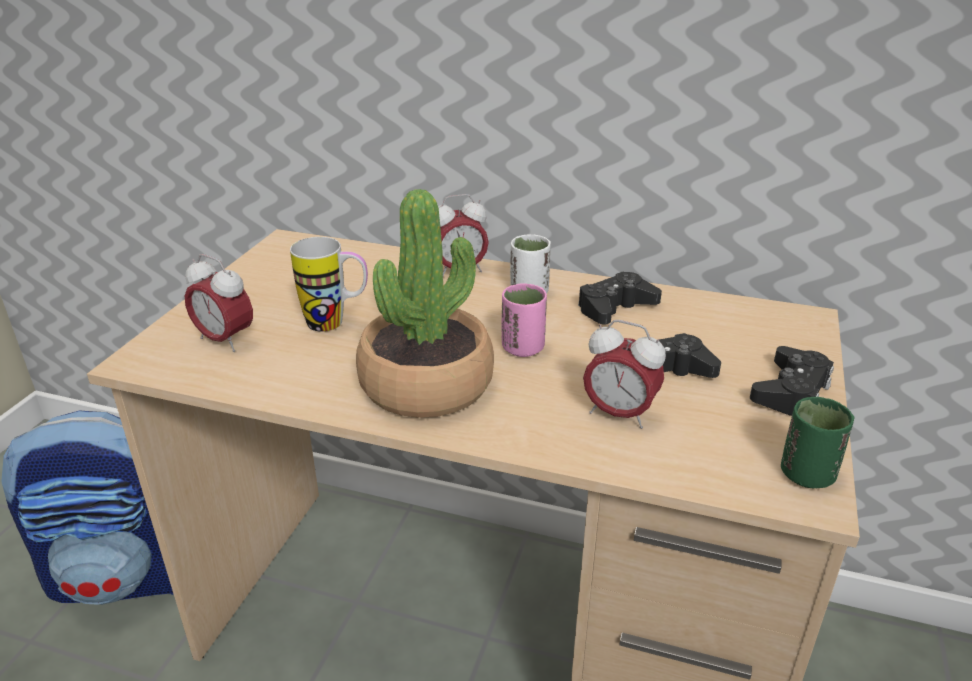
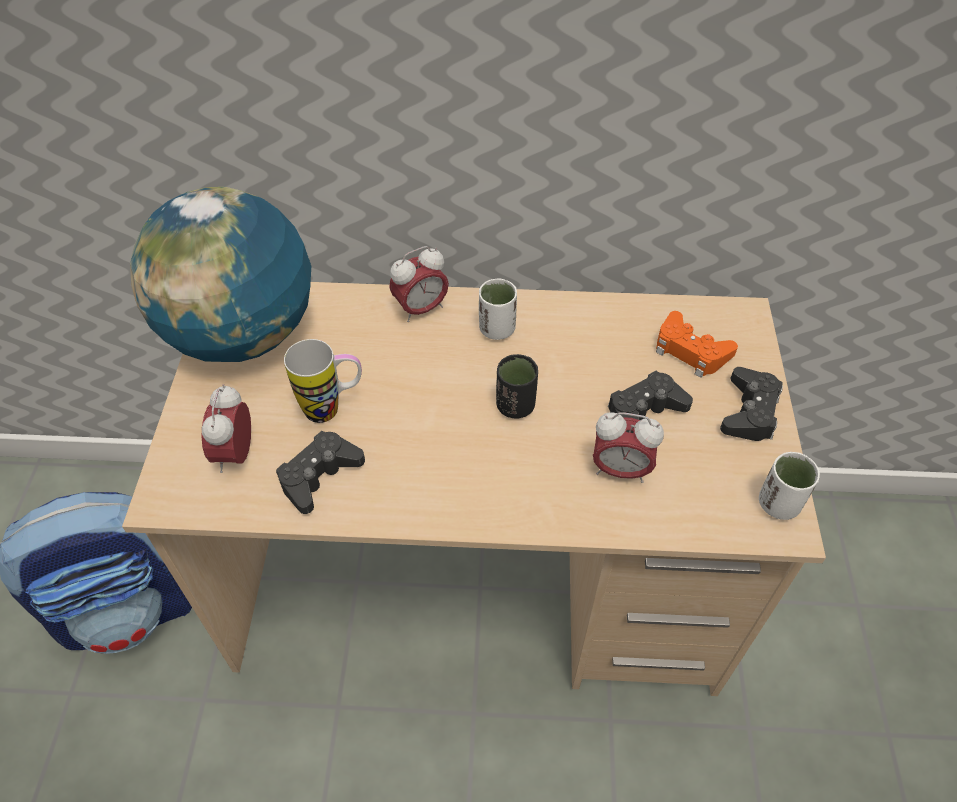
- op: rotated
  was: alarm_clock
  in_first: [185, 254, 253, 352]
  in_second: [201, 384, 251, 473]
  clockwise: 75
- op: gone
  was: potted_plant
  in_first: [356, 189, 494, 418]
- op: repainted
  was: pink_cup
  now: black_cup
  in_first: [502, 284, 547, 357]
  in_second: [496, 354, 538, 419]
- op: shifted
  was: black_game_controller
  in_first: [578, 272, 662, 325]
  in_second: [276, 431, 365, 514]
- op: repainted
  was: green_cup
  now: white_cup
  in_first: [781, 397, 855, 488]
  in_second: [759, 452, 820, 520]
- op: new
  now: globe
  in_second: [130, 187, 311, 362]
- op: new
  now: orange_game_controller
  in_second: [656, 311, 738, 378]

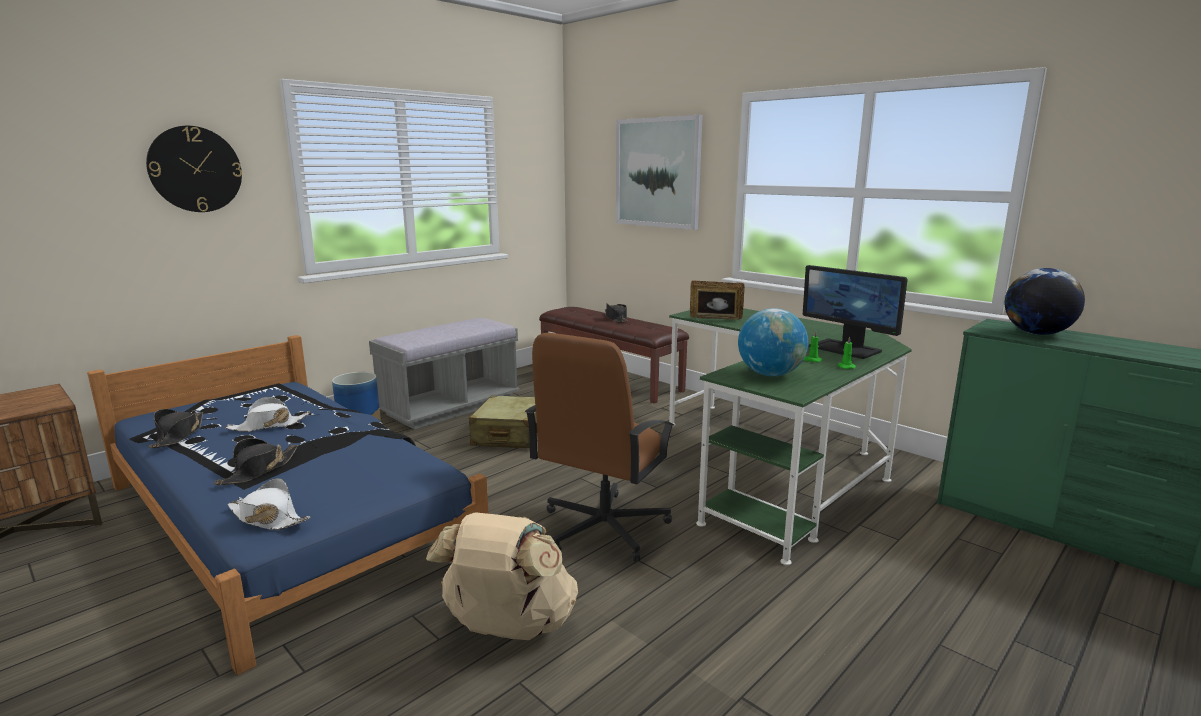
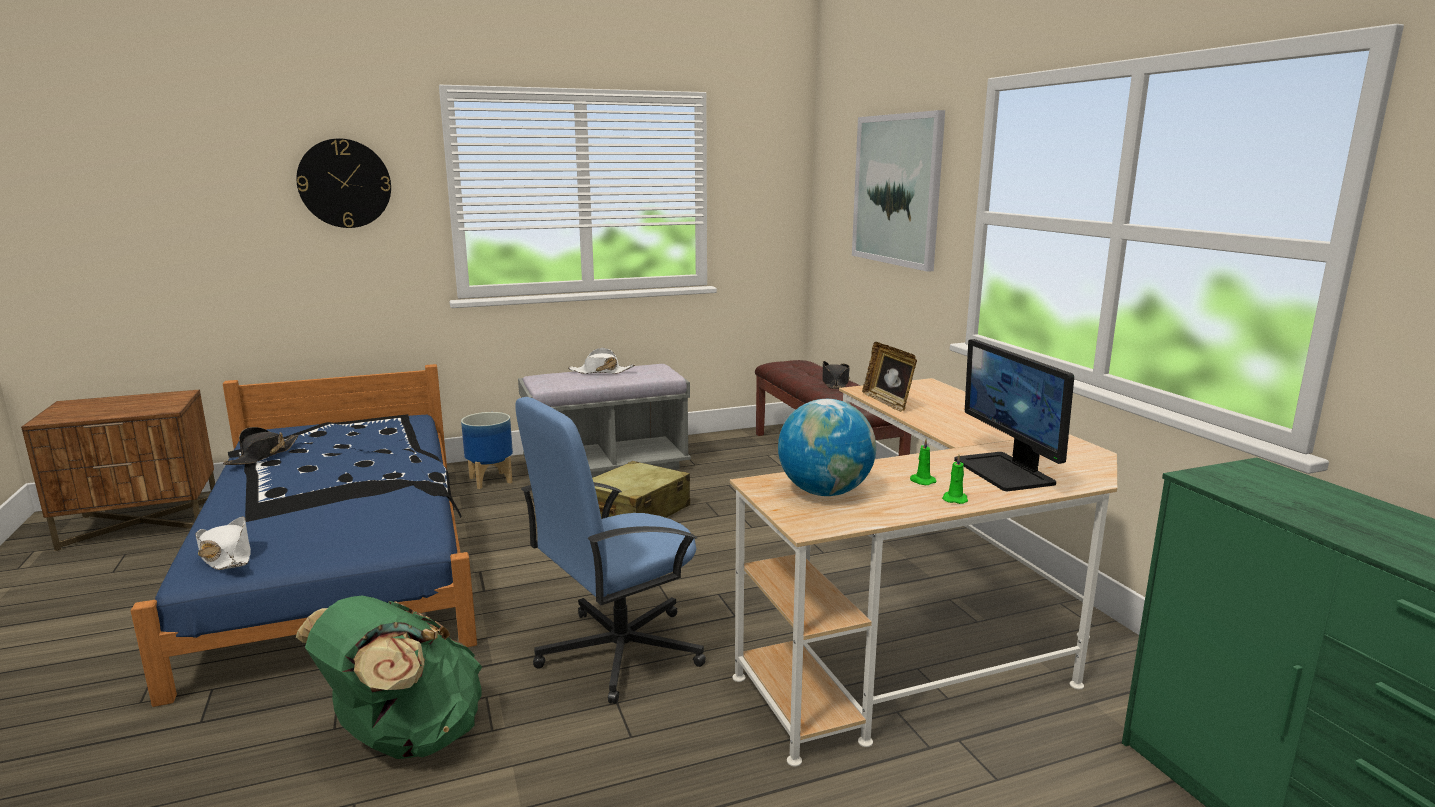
- op: gone
  was: black_hat
  in_first: [214, 438, 298, 485]
- op: shifted
  was: white_hat
  in_first: [225, 397, 310, 432]
  in_second: [568, 348, 635, 374]
- op: repainted
  was: beige_backpack
  now: green_backpack
  in_first: [426, 512, 578, 640]
  in_second: [296, 596, 482, 759]
- op: repainted
  was: brown_office_chair
  now: blue_office_chair
  in_first: [525, 333, 674, 562]
  in_second: [516, 397, 706, 704]
- op: repainted
  was: green_desk
  now: beige_desk
  in_first: [669, 308, 912, 565]
  in_second: [730, 378, 1117, 767]
- op: rotated
  was: picture_frame
  in_first: [690, 280, 745, 320]
  in_second: [862, 342, 917, 412]
  clockwise: -150
- op: gone
  was: globe
  in_first: [1005, 268, 1085, 335]

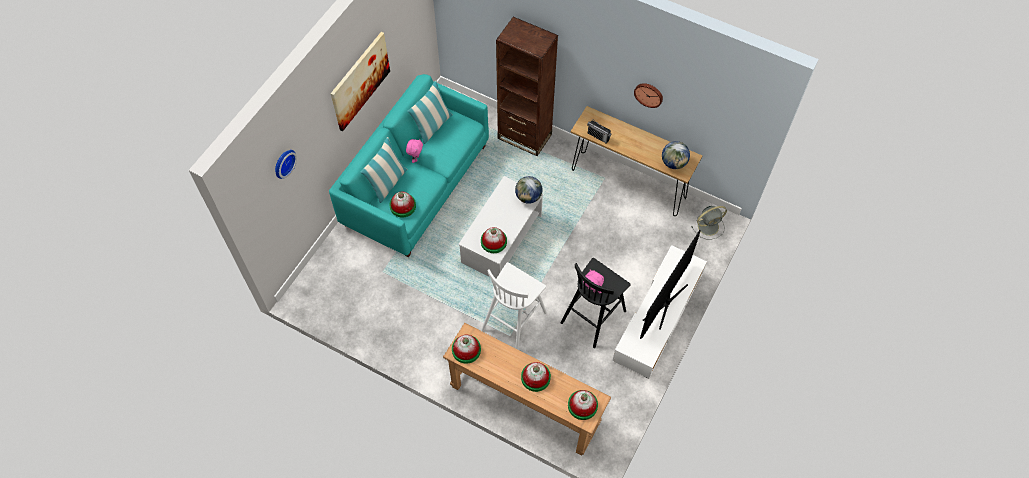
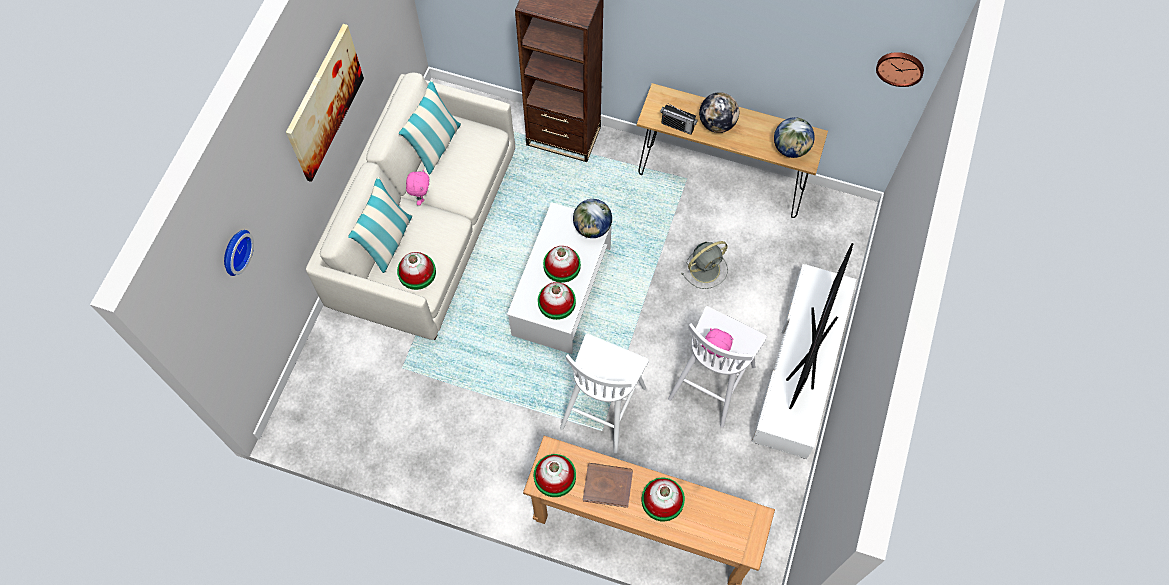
- op: repainted
  was: turquoise_sofa
  now: white_sofa
  in_first: [329, 74, 489, 257]
  in_second: [306, 73, 515, 340]
- op: repainted
  was: black_stool
  now: white_stool
  in_first: [560, 258, 631, 348]
  in_second: [668, 306, 767, 428]
- op: shifted
  was: hat
  in_first: [568, 390, 598, 420]
  in_second: [543, 246, 581, 283]
- op: shifted
  was: wall_clock
  in_first: [634, 83, 663, 108]
  in_second: [876, 52, 924, 87]
- op: shifted
  was: grey_fan
  in_first: [691, 206, 727, 239]
  in_second: [681, 241, 728, 289]
- op: new
  now: brown_book
  in_second: [583, 463, 633, 508]
- op: new
  now: globe
  in_second: [699, 92, 739, 133]

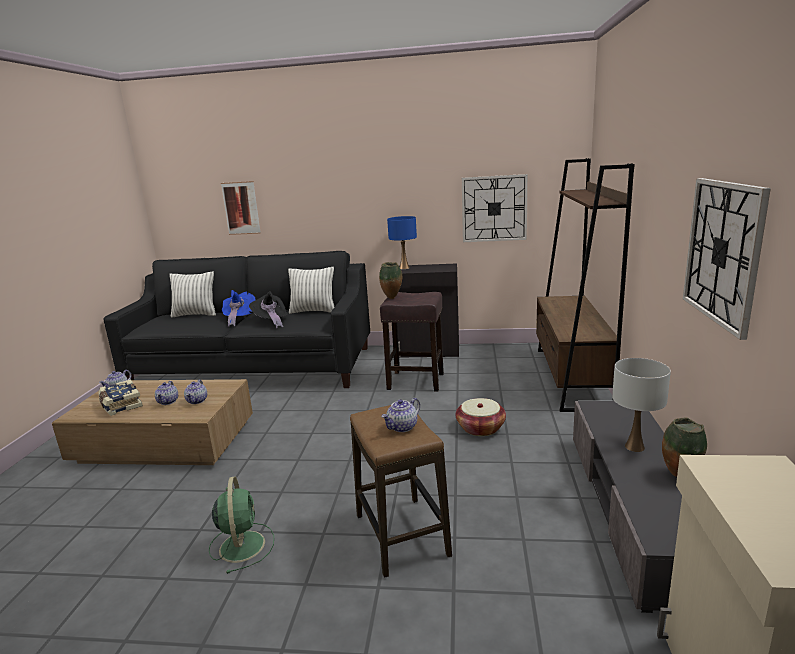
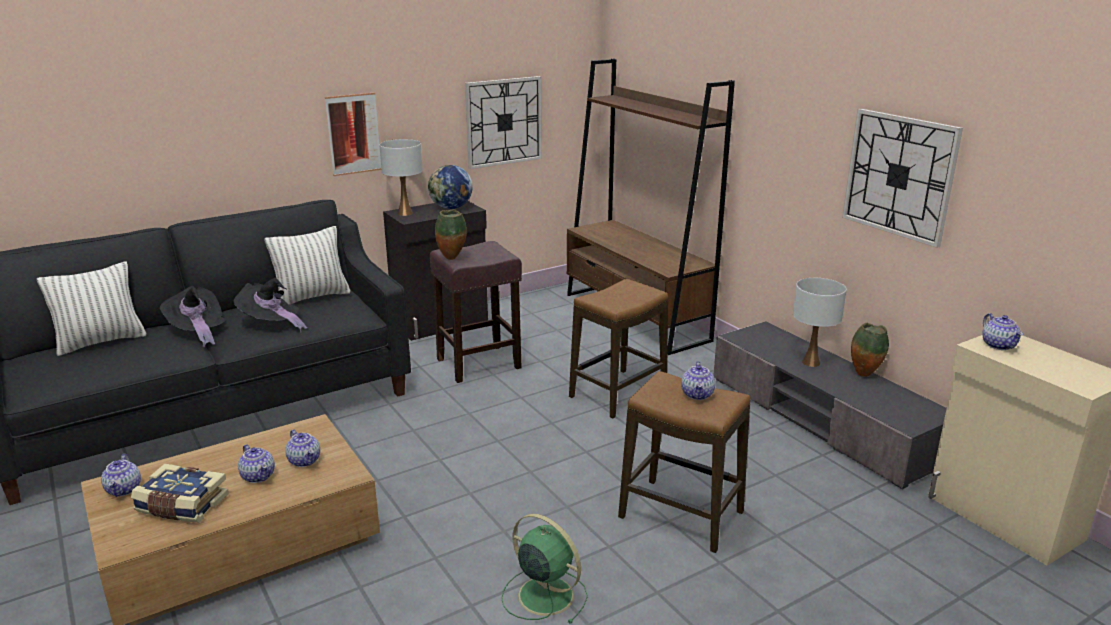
- op: shifted
  was: picture
  in_first: [221, 181, 261, 235]
  in_second: [325, 93, 382, 176]
- op: repainted
  was: blue_hat
  now: black_hat
  in_first: [222, 290, 256, 327]
  in_second: [160, 286, 226, 347]
- op: repainted
  was: blue_table_lamp
  now: white_table_lamp
  in_first: [387, 216, 417, 269]
  in_second: [379, 139, 423, 216]
- op: swapped
  was: basket
  now: stool
  in_first: [456, 398, 506, 436]
  in_second: [569, 279, 668, 419]
- op: new
  now: globe
  in_second: [428, 165, 472, 209]
- op: new
  now: teapot
  in_second: [982, 313, 1023, 350]

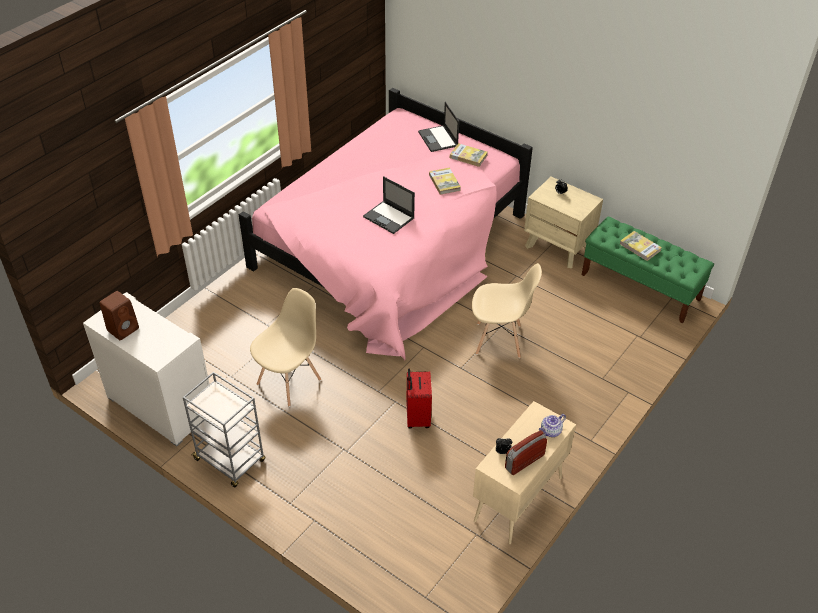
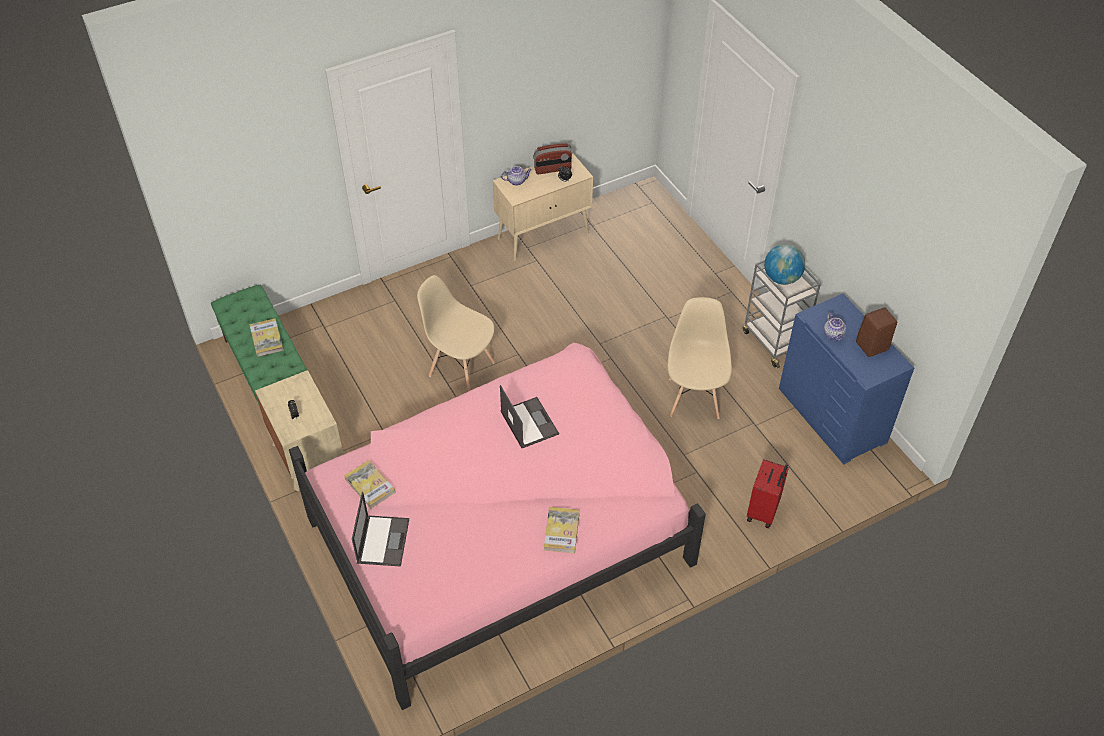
- op: repainted
  was: white_dresser
  now: blue_dresser
  in_first: [83, 292, 210, 447]
  in_second: [779, 294, 914, 464]
- op: rotated
  was: beige_chair
  in_first: [250, 288, 321, 407]
  in_second: [668, 297, 732, 419]
  clockwise: 120
- op: shifted
  was: red_suitcase
  in_first: [406, 369, 432, 429]
  in_second: [747, 459, 789, 528]
- op: shifted
  was: book
  in_first: [429, 167, 461, 195]
  in_second: [544, 507, 580, 553]
- op: new
  now: globe
  in_second: [764, 244, 805, 285]
- op: new
  now: teapot
  in_second: [824, 313, 846, 341]

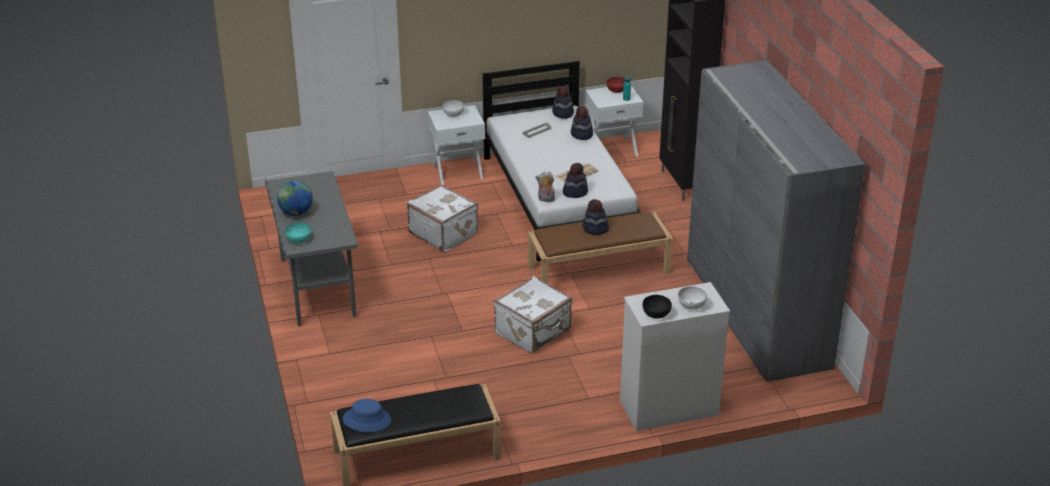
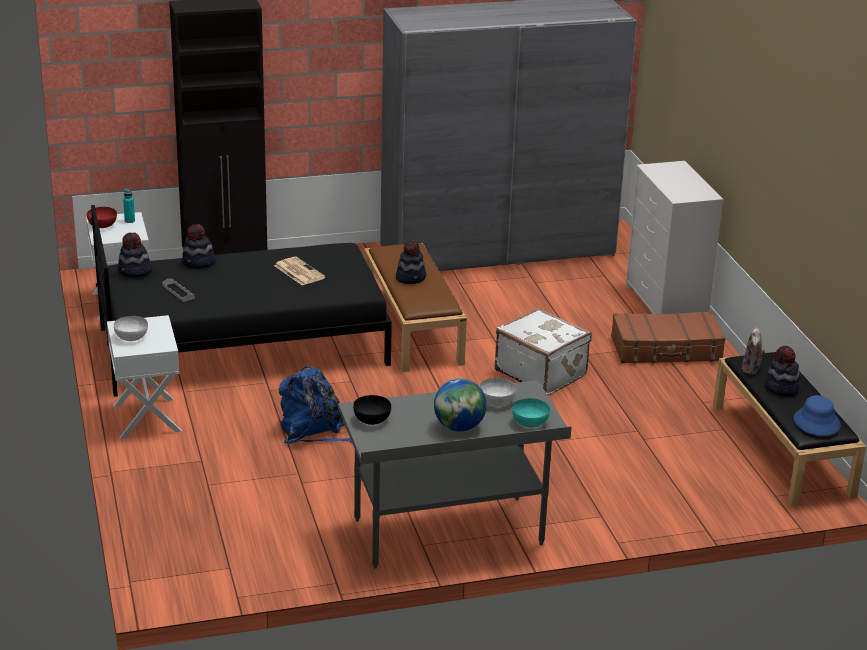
- op: swapped
  was: white_suitcase
  now: blue_backpack
  in_first: [407, 185, 478, 252]
  in_second: [279, 366, 352, 444]
- op: repainted
  was: white_bed
  now: black_bed
  in_first: [482, 61, 641, 262]
  in_second: [91, 205, 392, 397]
- op: shifted
  was: plush_toy
  in_first: [535, 171, 555, 202]
  in_second: [742, 327, 765, 375]
- op: shifted
  was: hat
  in_first: [563, 163, 588, 198]
  in_second: [765, 346, 800, 396]
- op: shifted
  was: black_bowl
  in_first: [643, 295, 672, 319]
  in_second: [353, 395, 391, 425]
- op: shifted
  was: white_bowl
  in_first: [678, 287, 707, 310]
  in_second: [480, 377, 516, 406]
- op: new
  now: brown_suitcase
  in_second: [611, 311, 726, 363]

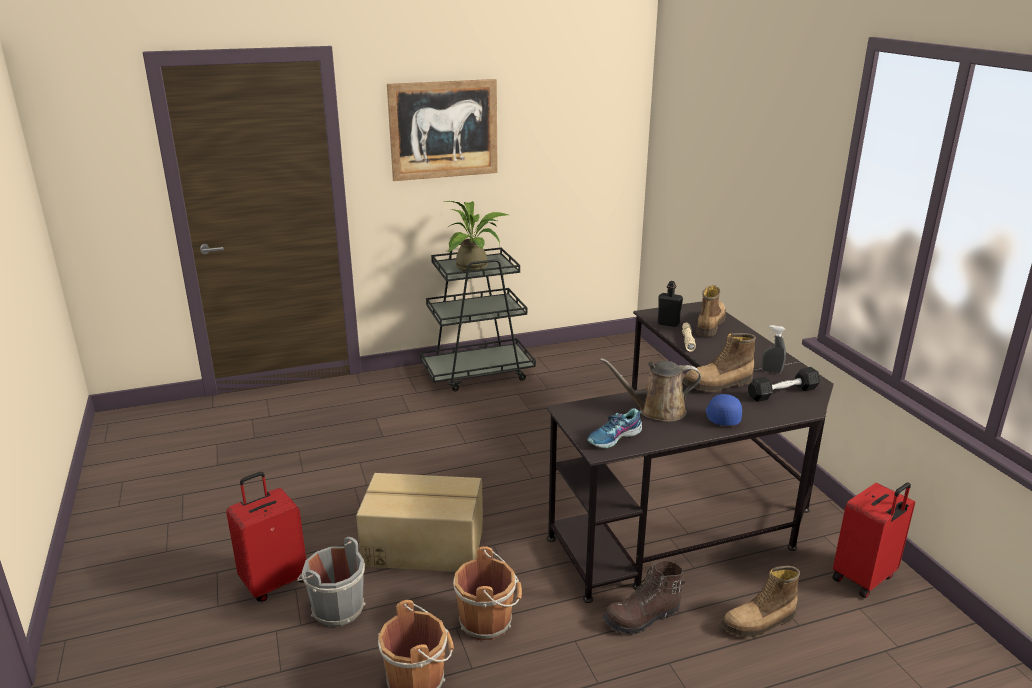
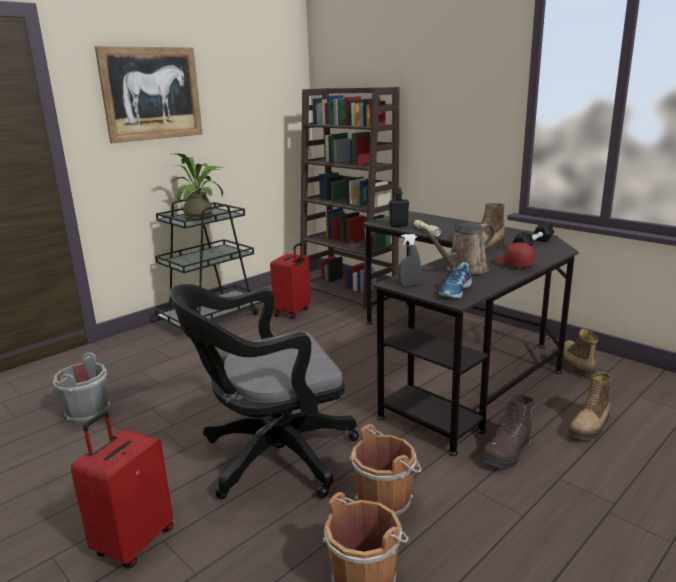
- op: shifted
  was: grey_bucket
  in_first: [297, 537, 366, 626]
  in_second: [50, 352, 110, 423]
- op: swapped
  was: cardboard_box
  now: black_office_chair
  in_first: [356, 473, 483, 572]
  in_second: [170, 284, 359, 499]
- op: shifted
  was: boot
  in_first: [696, 285, 726, 337]
  in_second: [563, 329, 598, 378]
- op: repainted
  was: blue_cap
  now: red_cap
  in_first: [706, 394, 742, 426]
  in_second: [496, 242, 535, 267]
- op: shifted
  was: grey_spray_bottle
  in_first: [762, 325, 786, 373]
  in_second: [398, 234, 421, 285]
- op: shifted
  was: red_suitcase
  in_first: [832, 482, 915, 598]
  in_second: [270, 243, 311, 319]
- op: new
  now: brown_bookcase
  in_second: [300, 87, 399, 309]

